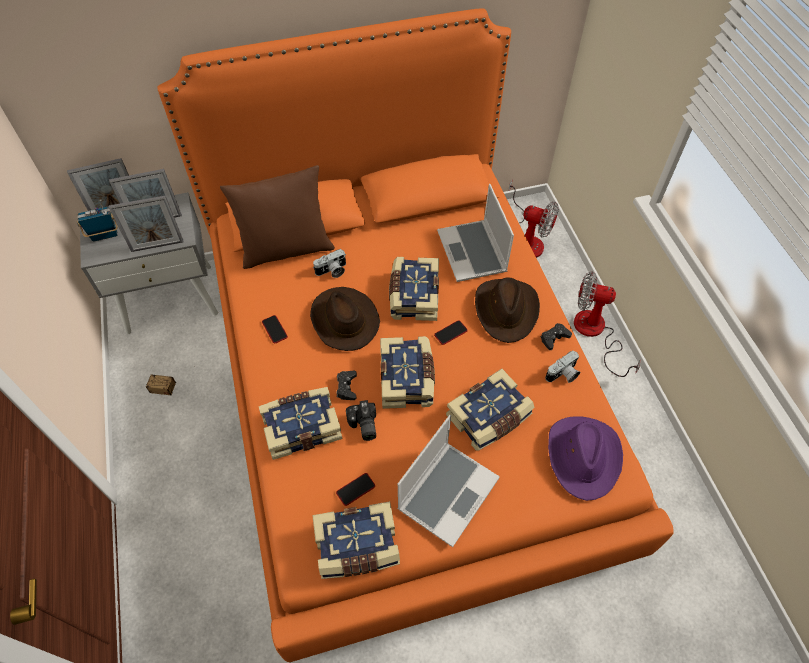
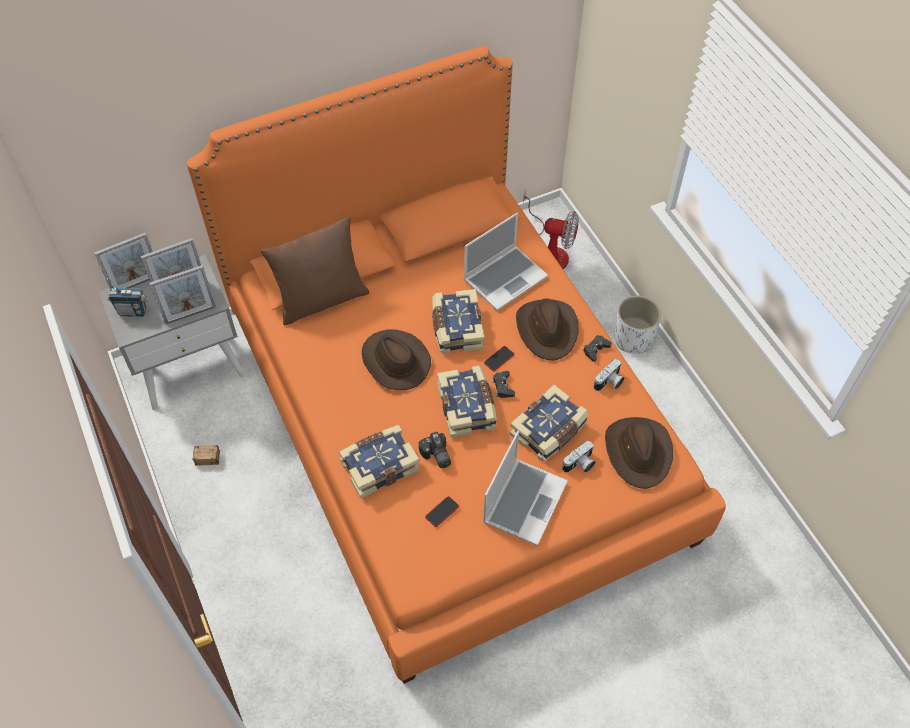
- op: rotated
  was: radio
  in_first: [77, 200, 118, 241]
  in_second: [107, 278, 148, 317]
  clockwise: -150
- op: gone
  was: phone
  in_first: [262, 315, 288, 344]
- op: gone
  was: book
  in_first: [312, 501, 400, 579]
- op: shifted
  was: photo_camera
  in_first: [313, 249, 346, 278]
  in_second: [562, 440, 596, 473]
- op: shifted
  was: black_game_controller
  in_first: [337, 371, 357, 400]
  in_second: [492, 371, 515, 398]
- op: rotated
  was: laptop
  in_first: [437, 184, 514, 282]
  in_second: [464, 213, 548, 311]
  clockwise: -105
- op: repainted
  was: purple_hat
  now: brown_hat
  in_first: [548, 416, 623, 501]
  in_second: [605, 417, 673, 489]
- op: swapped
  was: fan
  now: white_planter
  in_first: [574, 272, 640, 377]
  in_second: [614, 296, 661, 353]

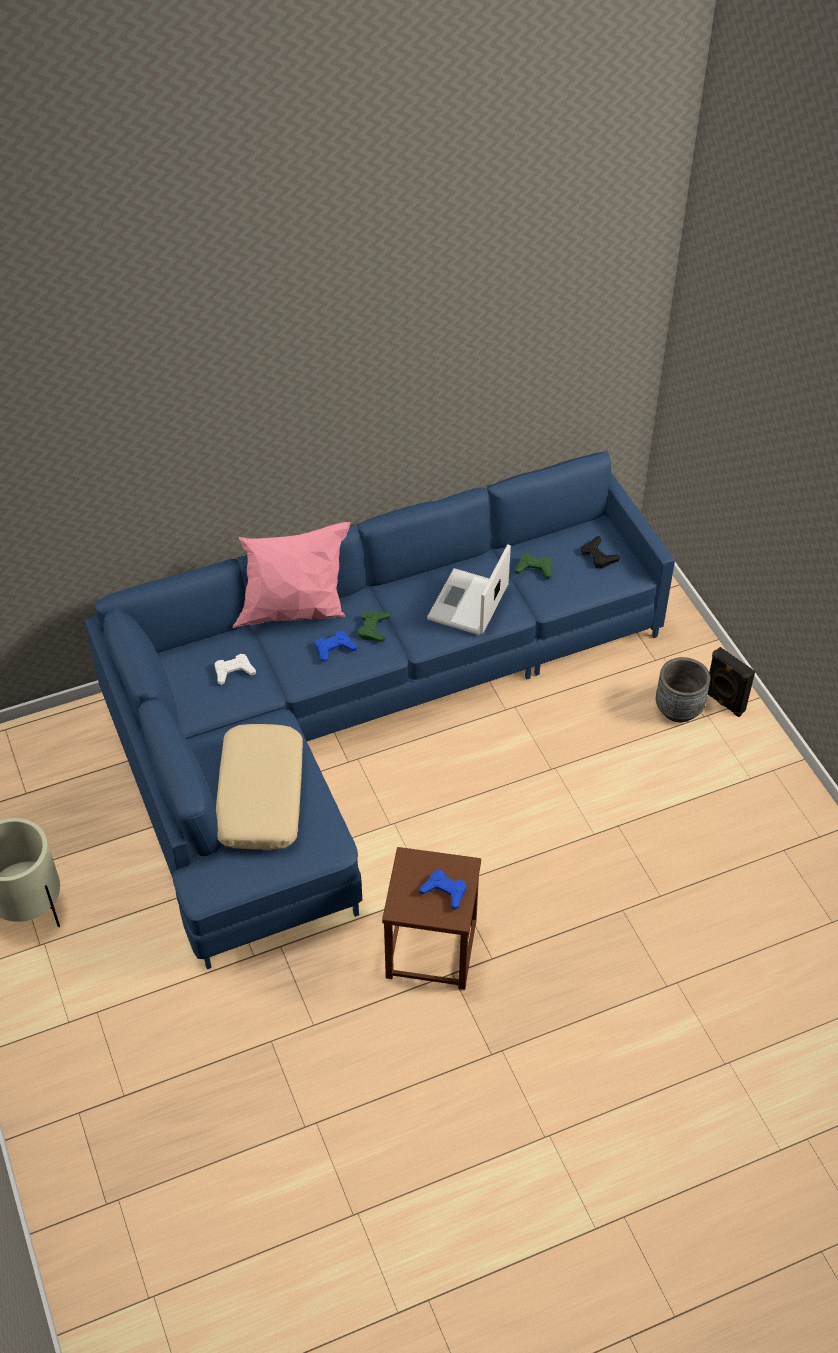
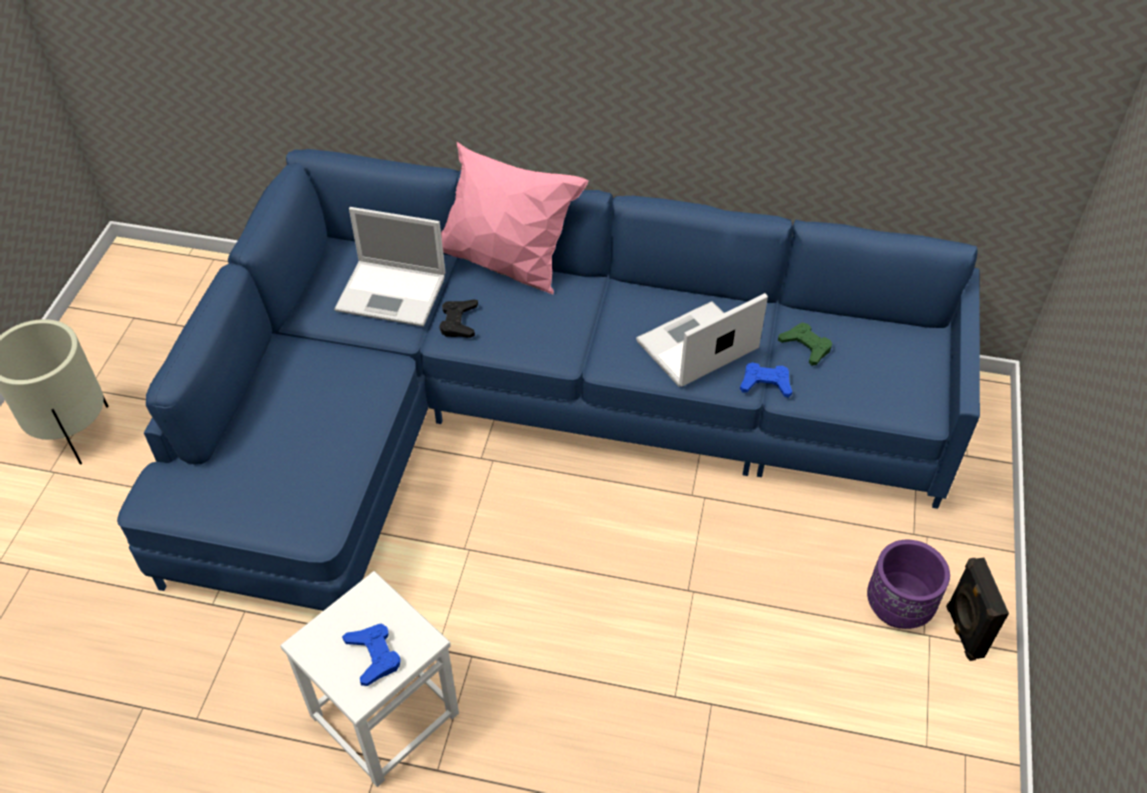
- op: swapped
  was: white_game_controller
  now: laptop
  in_first: [215, 654, 256, 685]
  in_second: [334, 207, 445, 326]
- op: gone
  was: beige_pillow
  in_first: [216, 724, 303, 850]
- op: shifted
  was: blue_game_controller
  in_first: [315, 631, 357, 663]
  in_second: [740, 362, 792, 398]
- op: gone
  was: green_game_controller
  in_first: [358, 611, 391, 642]
- op: repainted
  was: brown_stool
  now: white_stool
  in_first: [382, 847, 481, 990]
  in_second: [280, 571, 459, 787]
- op: shifted
  was: black_game_controller
  in_first: [581, 536, 620, 569]
  in_second: [439, 299, 478, 338]
- op: repainted
  was: grey_planter
  now: purple_planter
  in_first: [656, 657, 710, 722]
  in_second: [867, 540, 950, 629]

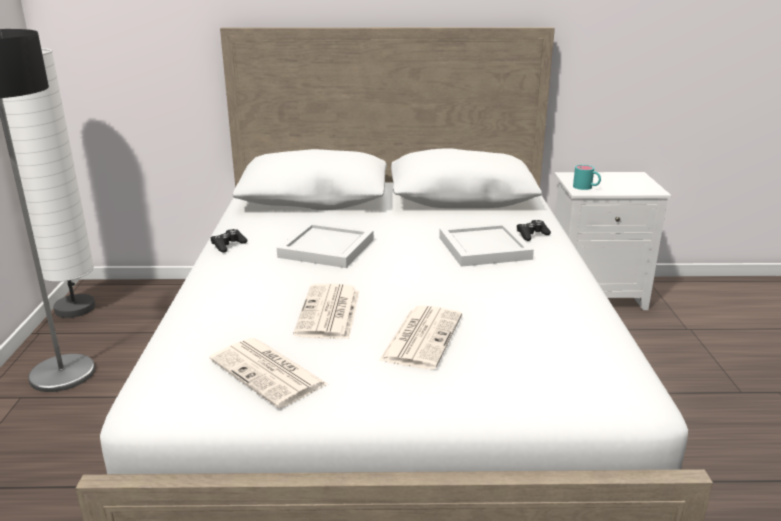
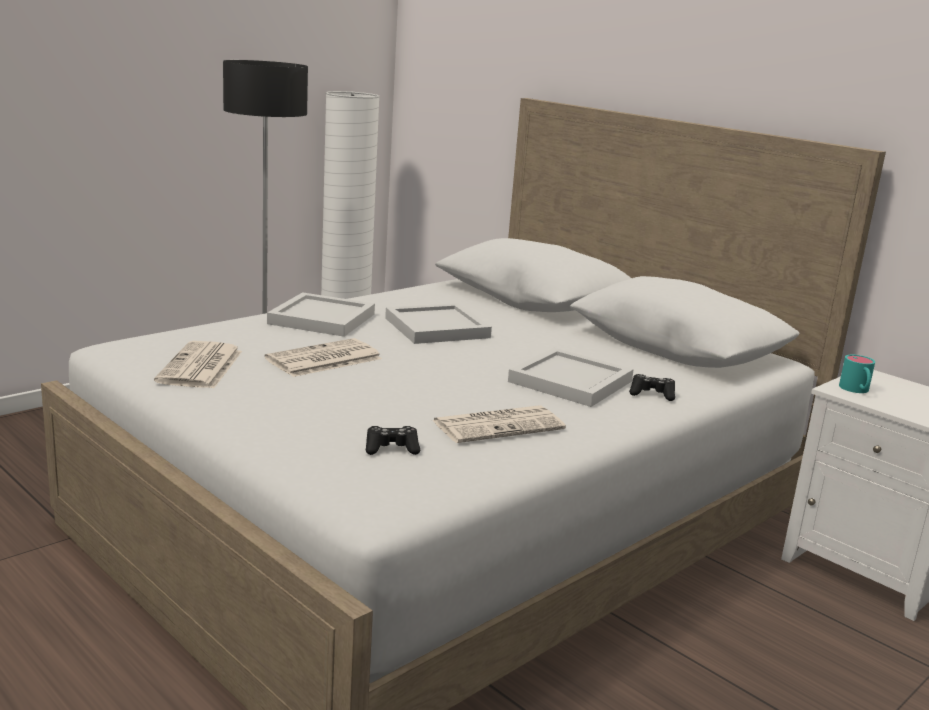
- op: shifted
  was: black_game_controller
  in_first: [211, 229, 247, 253]
  in_second: [366, 426, 420, 455]
- op: shifted
  was: newspaper
  in_first: [379, 305, 462, 369]
  in_second: [432, 405, 566, 443]
- op: new
  now: white_tray
  in_second: [267, 292, 375, 337]

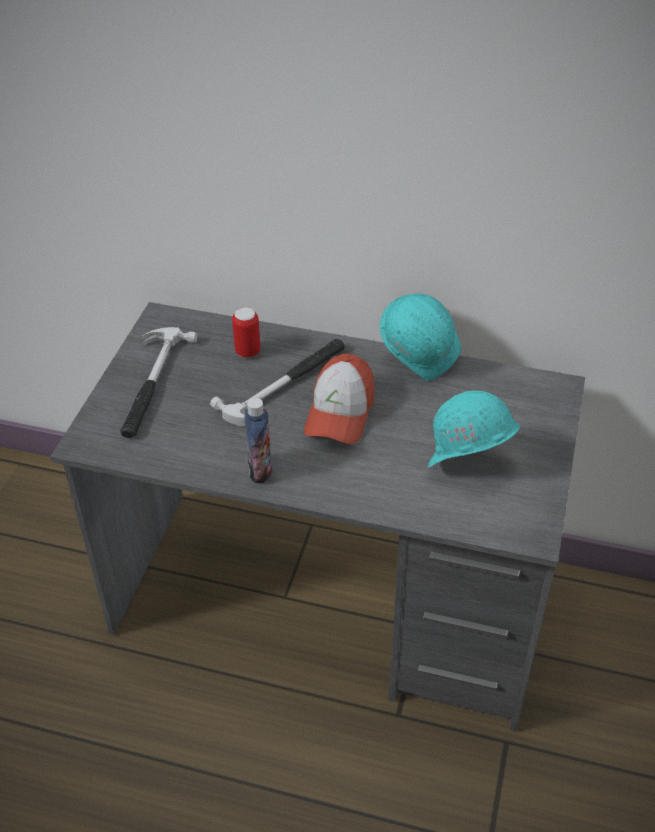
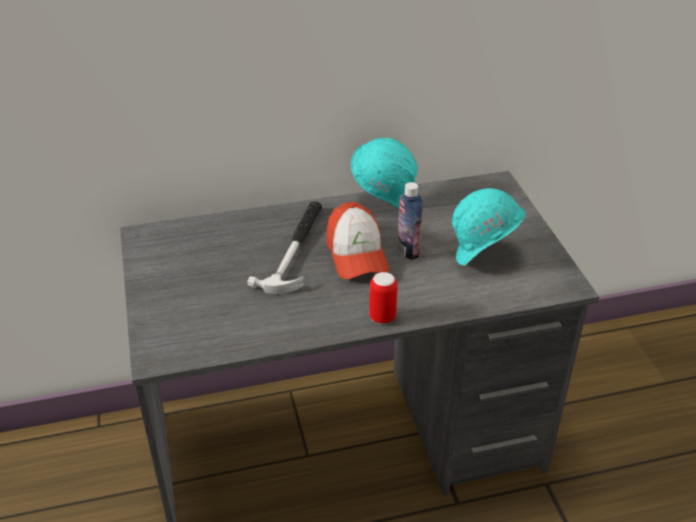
- op: gone
  was: hammer
  in_first: [120, 327, 198, 438]
- op: shifted
  was: can
  in_first: [232, 307, 261, 358]
  in_second: [369, 272, 398, 324]
- op: shifted
  was: bottle
  in_first: [244, 398, 272, 483]
  in_second: [397, 182, 423, 260]

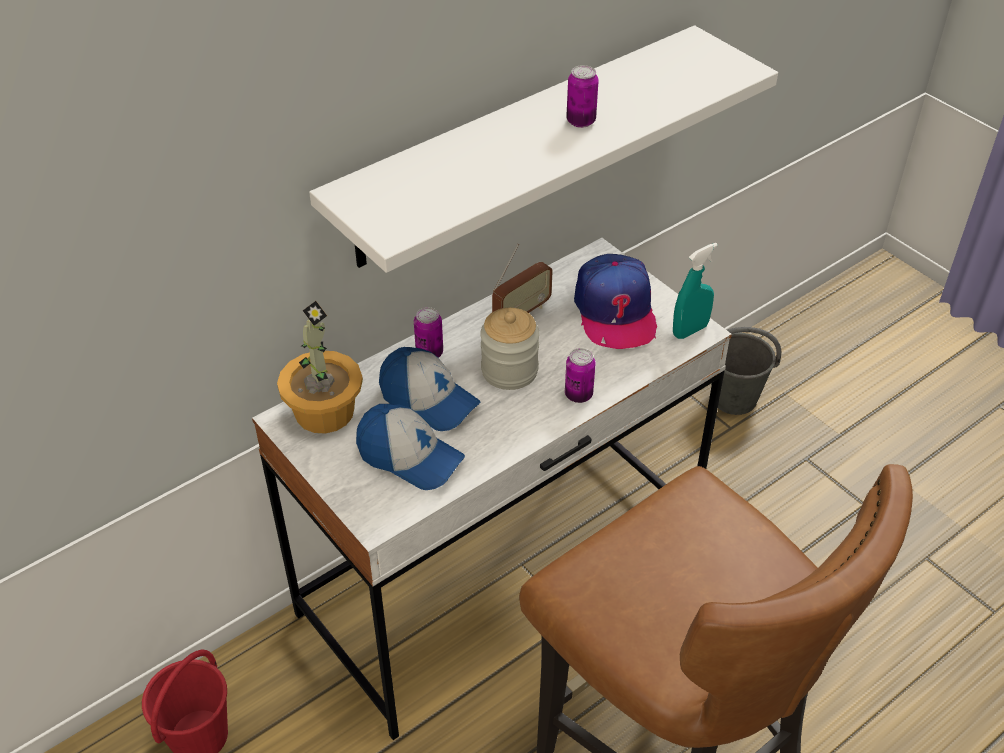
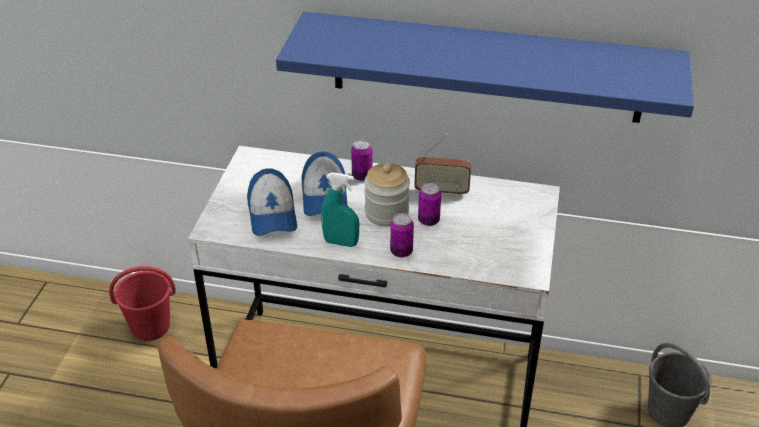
- op: gone
  was: potted_plant
  in_first: [277, 301, 363, 434]
- op: repainted
  was: white_shelf
  now: blue_shelf
  in_first: [309, 25, 778, 273]
  in_second: [276, 12, 694, 123]
- op: shifted
  was: can
  in_first: [566, 65, 599, 128]
  in_second: [418, 183, 441, 226]
- op: gone
  was: cap
  in_first: [574, 254, 657, 349]
- op: shifted
  was: turquoise_spray_bottle
  in_first: [673, 243, 718, 339]
  in_second: [321, 172, 359, 247]

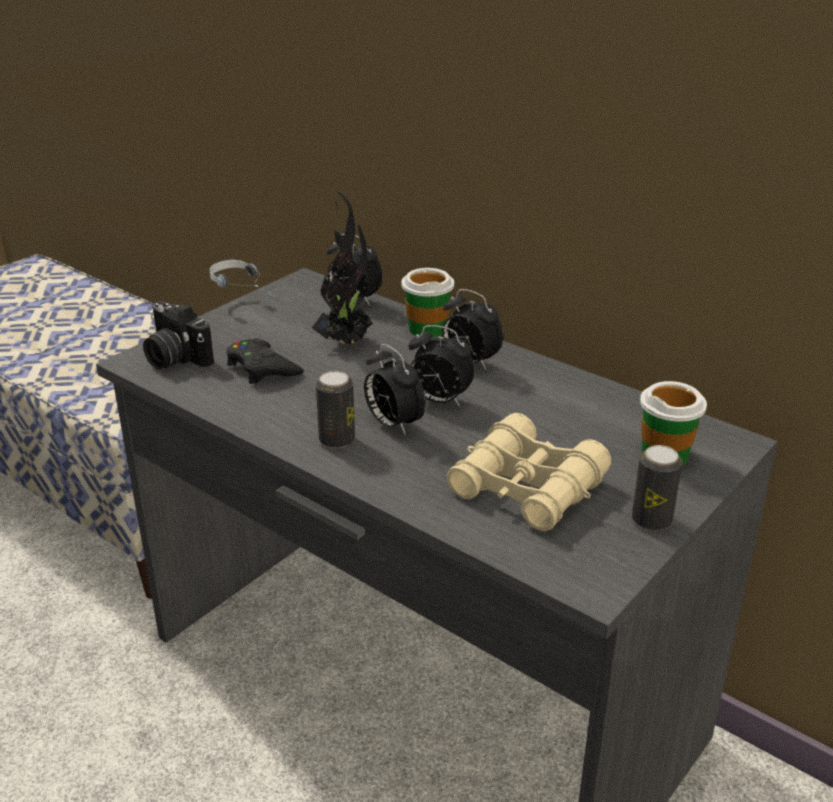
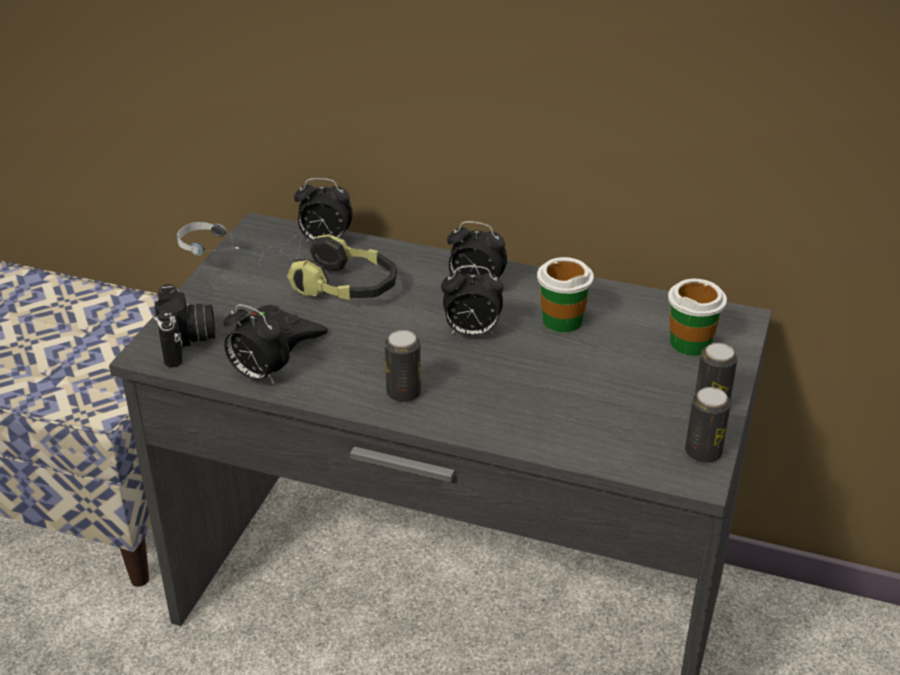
- op: rotated
  was: photo_camera
  in_first: [143, 301, 214, 369]
  in_second: [153, 284, 216, 368]
  clockwise: -120
- op: swapped
  was: potted_plant
  now: headphones
  in_first: [312, 191, 373, 344]
  in_second: [287, 234, 397, 300]
- op: shifted
  was: alarm_clock
  in_first: [364, 344, 426, 436]
  in_second: [223, 304, 290, 385]
- op: shifted
  was: cup
  in_first: [401, 268, 454, 338]
  in_second: [537, 257, 594, 333]
- op: gone
  was: beige_binoculars
  in_first: [446, 413, 611, 531]
- op: new
  now: can
  in_second: [685, 387, 731, 463]

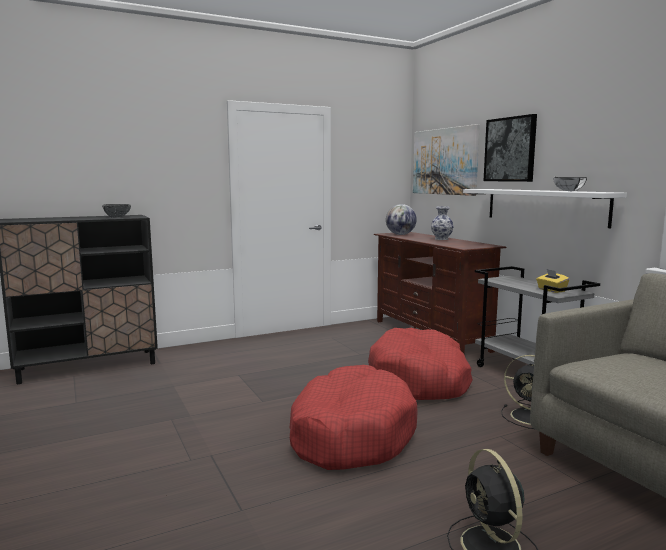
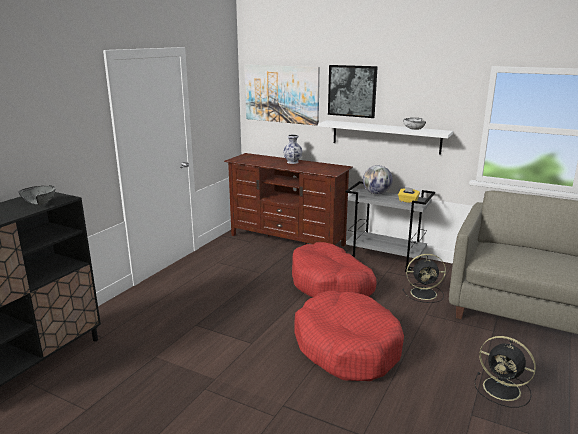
- op: shifted
  was: globe
  in_first: [386, 204, 417, 235]
  in_second: [363, 165, 393, 195]

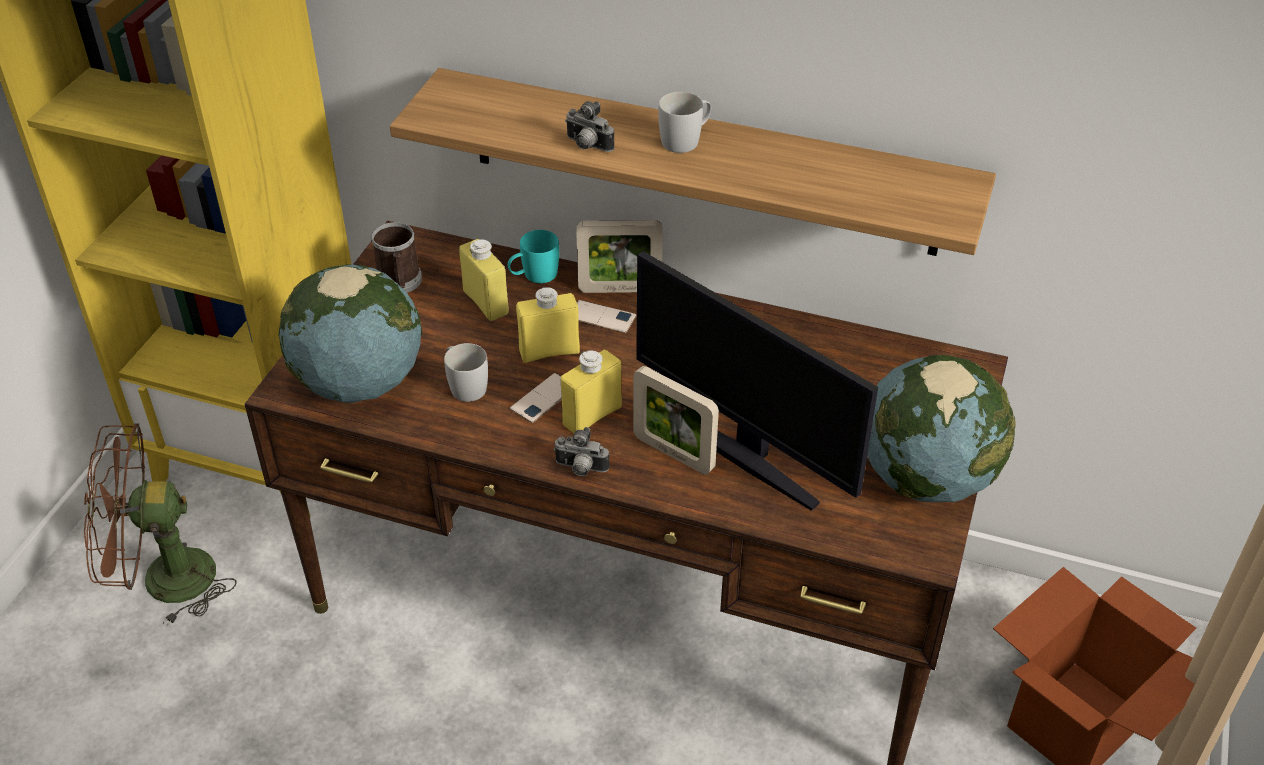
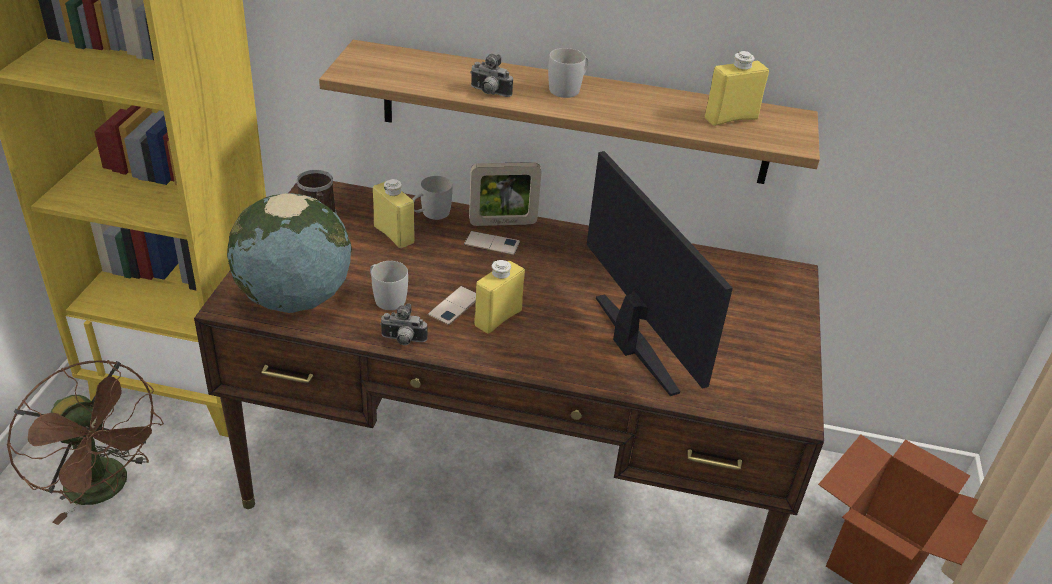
- op: rotated
  was: brown_fan
  in_first: [84, 423, 237, 626]
  in_second: [6, 360, 164, 525]
  clockwise: -120
- op: repainted
  was: turquoise_mug
  now: white_mug
  in_first: [508, 230, 559, 283]
  in_second: [412, 176, 453, 220]
- op: shifted
  was: yellow_bottle
  in_first: [516, 287, 580, 363]
  in_second: [705, 51, 769, 126]
- op: shifted
  was: photo_camera
  in_first: [554, 427, 609, 476]
  in_second: [380, 303, 428, 345]
- op: gone
  was: picture_frame
  in_first: [633, 366, 719, 475]
- op: rotated
  was: monitor
  in_first: [636, 251, 878, 511]
  in_second: [587, 151, 733, 396]
  clockwise: -150
- op: gone
  was: globe
  in_first: [867, 355, 1016, 502]

